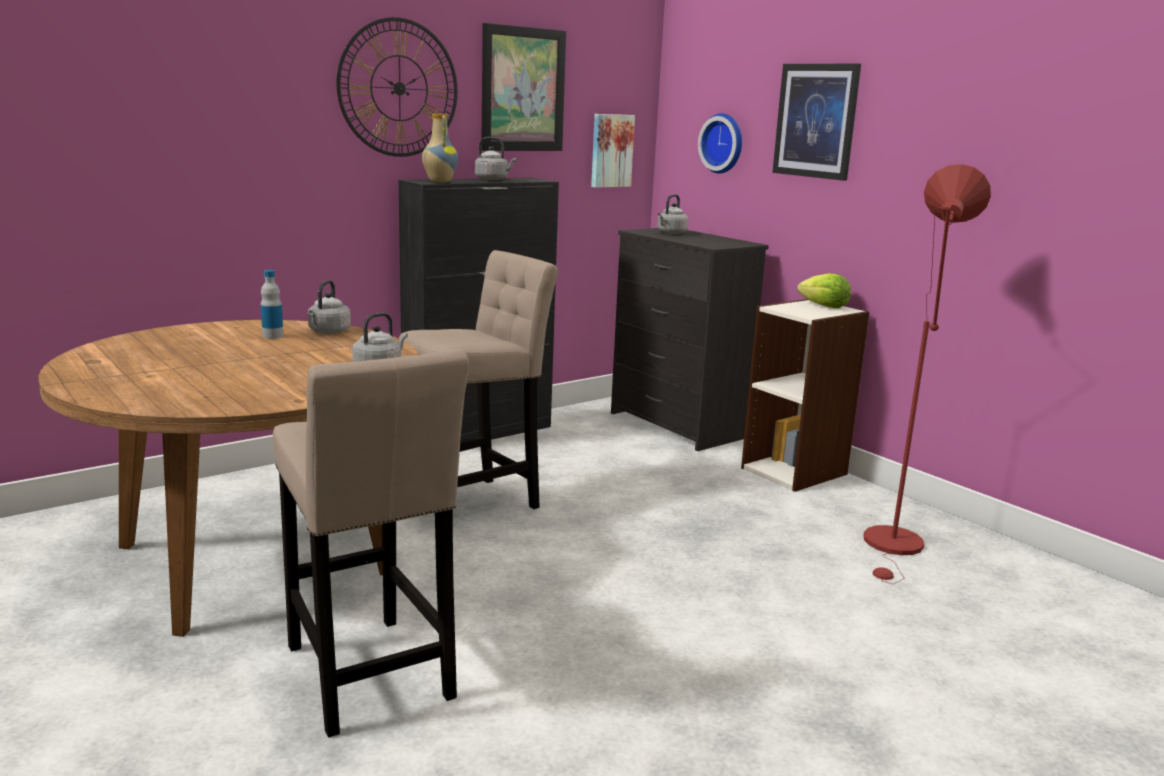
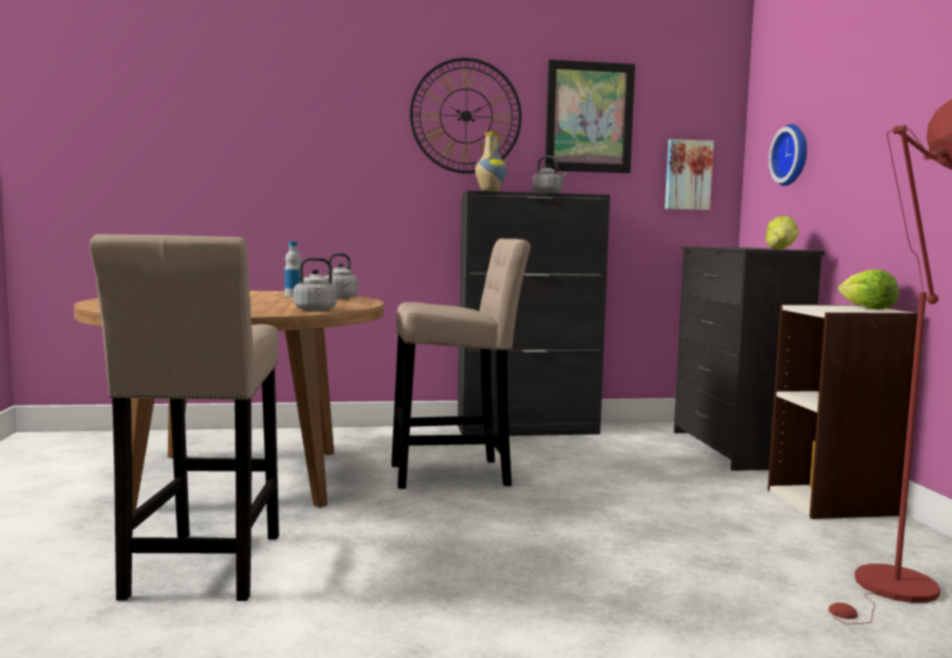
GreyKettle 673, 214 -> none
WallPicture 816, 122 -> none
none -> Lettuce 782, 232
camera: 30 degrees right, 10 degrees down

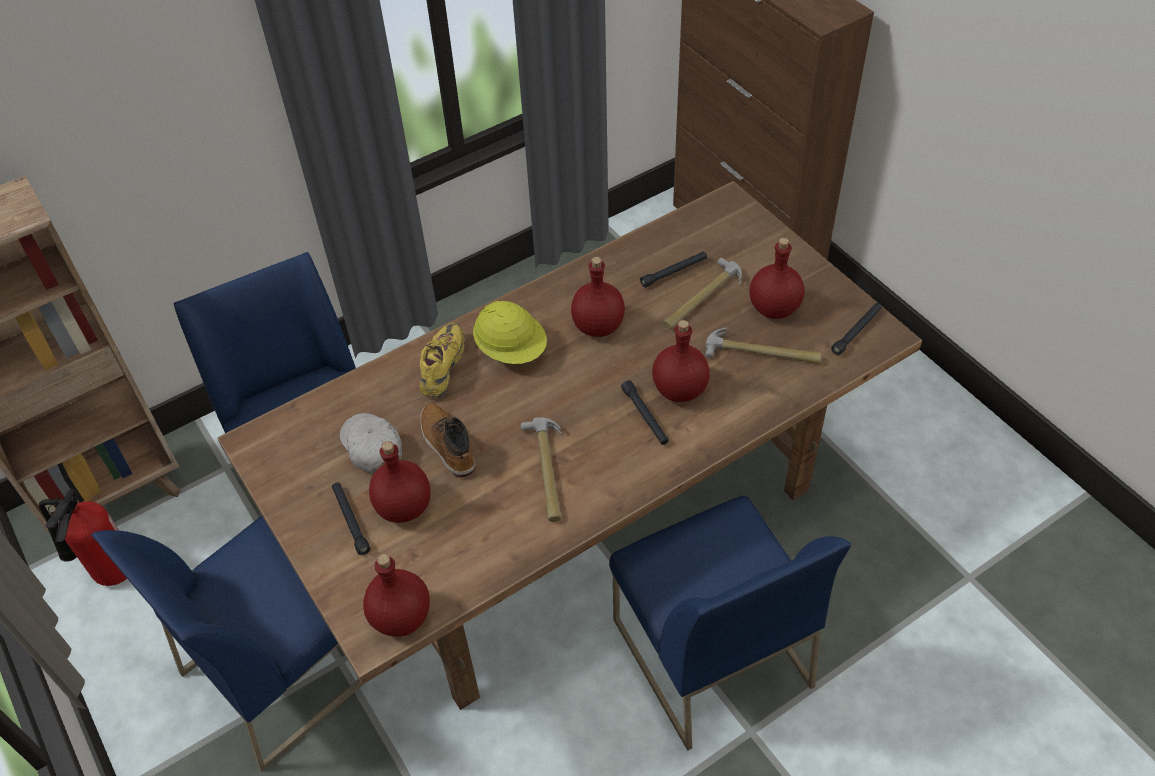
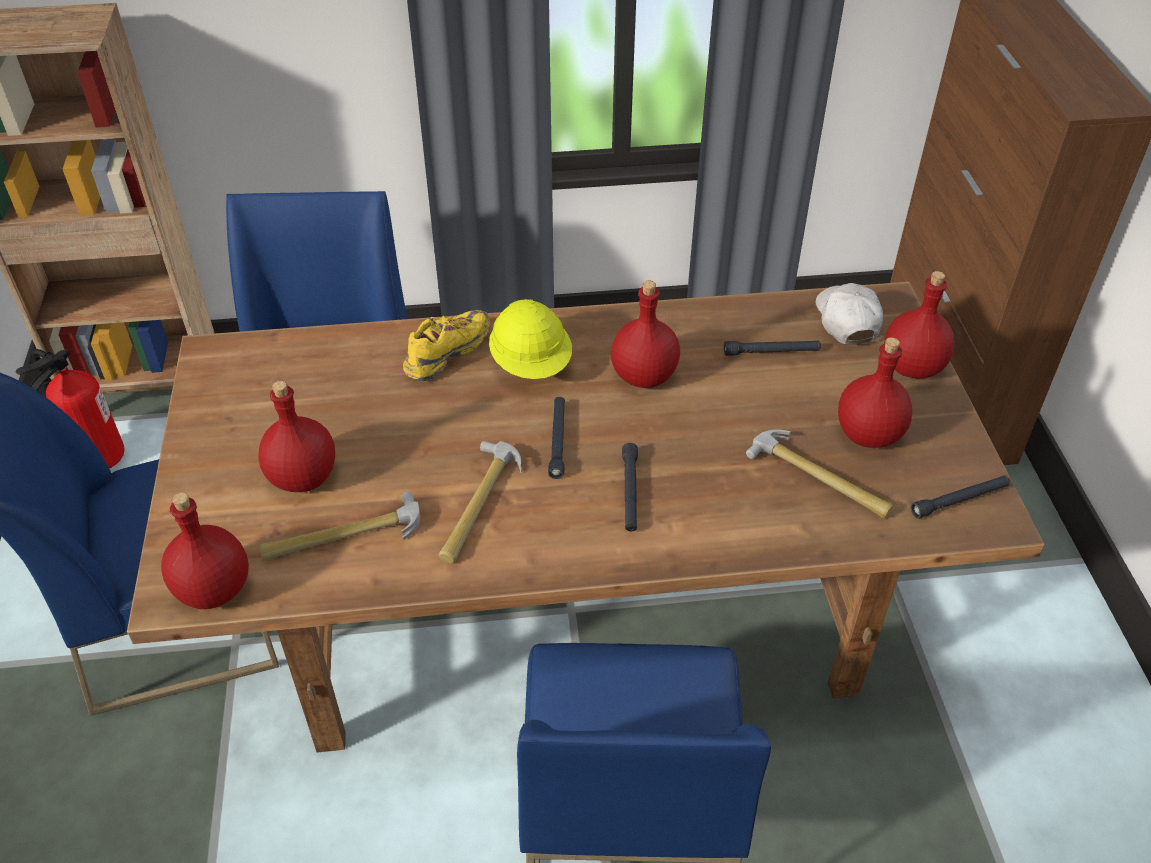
Boot 447, 441 -> none
BlackishHandTorch 351, 518 -> BlackishHandTorch 556, 438, move
WhitishBaseballCap 371, 443 -> WhitishBaseballCap 849, 314, move
ReddishBottle 681, 361 -> ReddishBottle 919, 324, move
HandHammer 702, 293 -> HandHammer 339, 526, move
camera: 25 degrees right, 5 degrees down

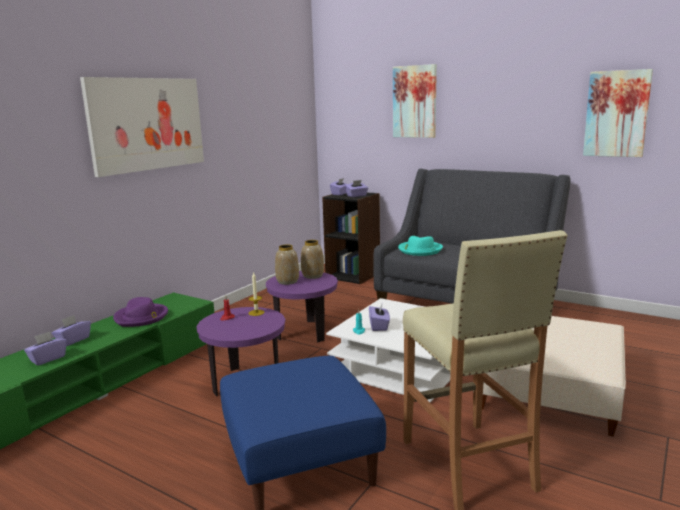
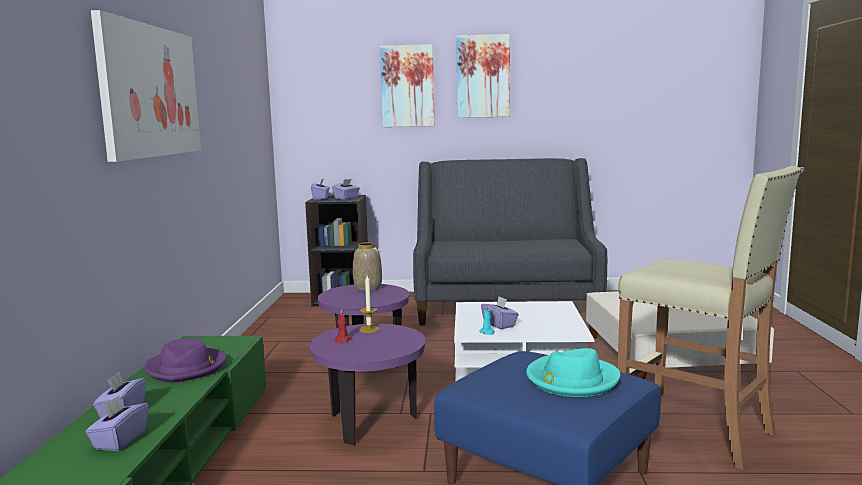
Vase 287, 265 -> none
TurquoiseColouredHat 420, 246 -> TurquoiseColouredHat 573, 372, move
WallPicture 618, 113 -> WallPicture 483, 76, move
camera: 30 degrees left, 5 degrees down

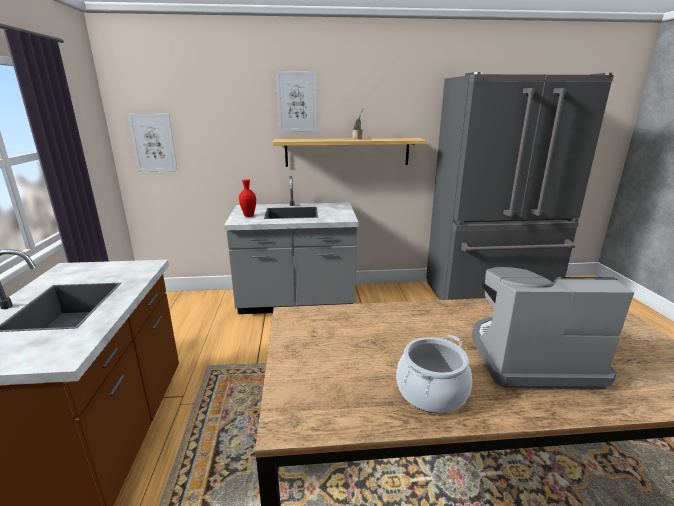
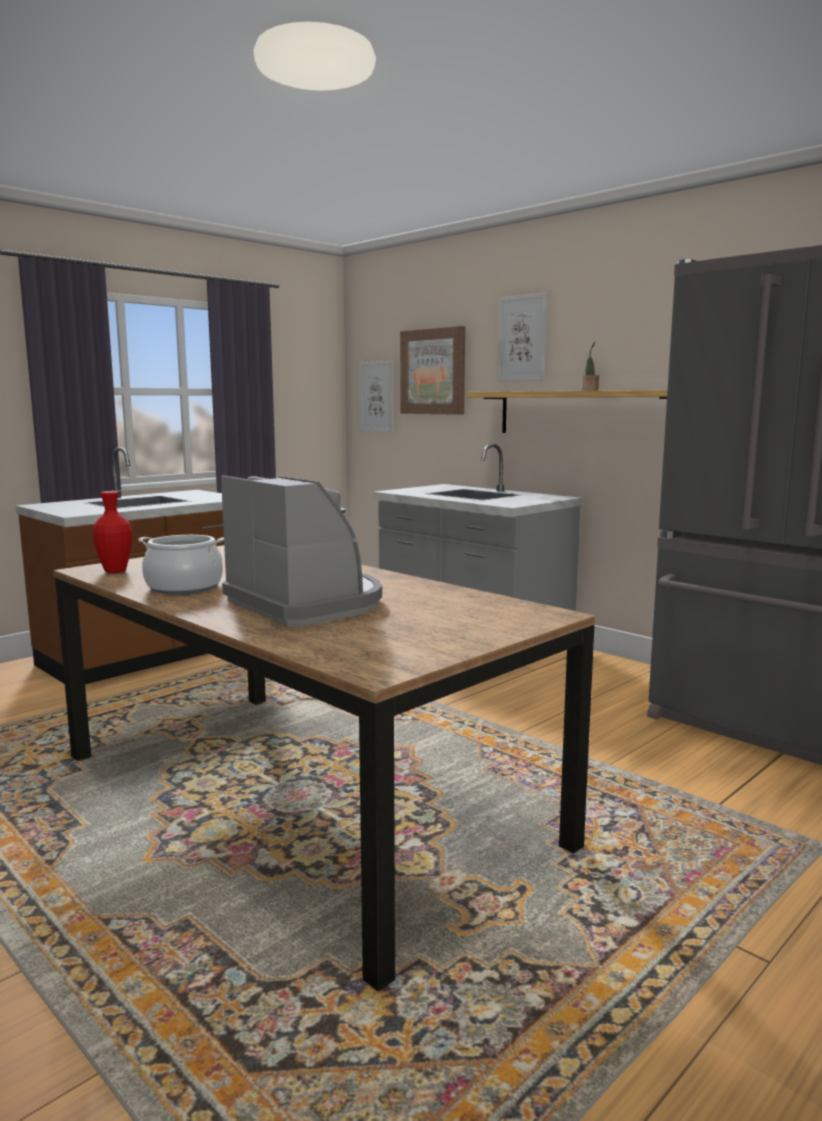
none -> WallPicture 432, 370
ReddishVase 247, 198 -> ReddishVase 112, 532, move
camera: 50 degrees right, 10 degrees down

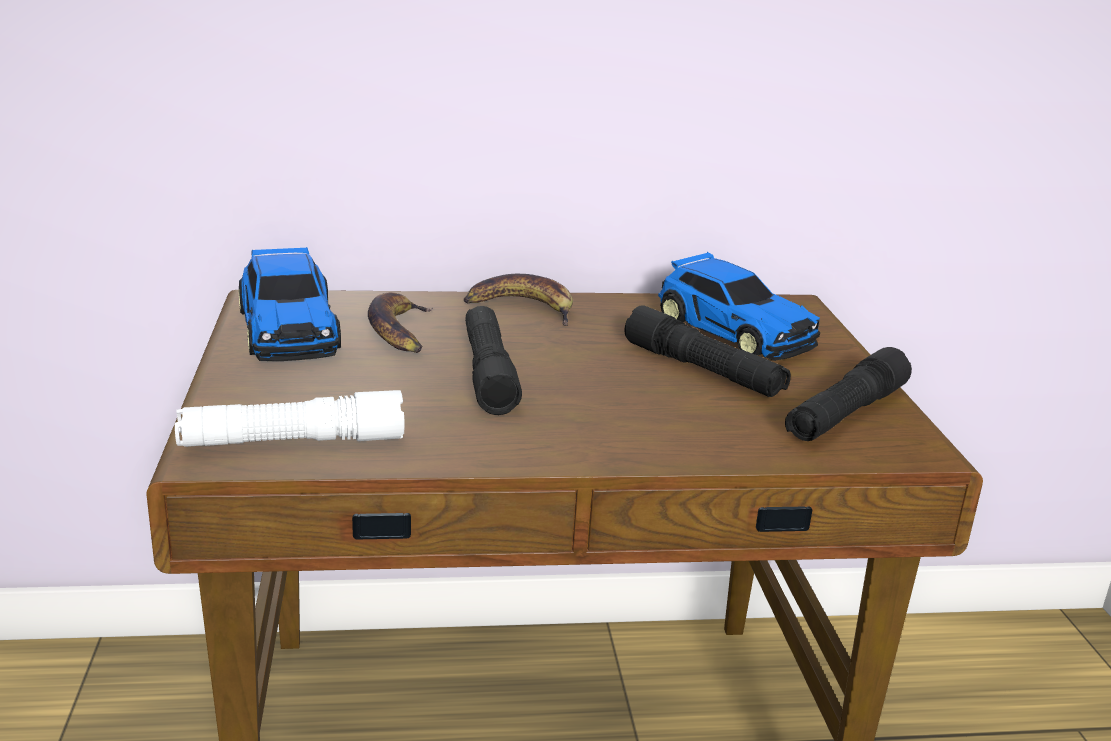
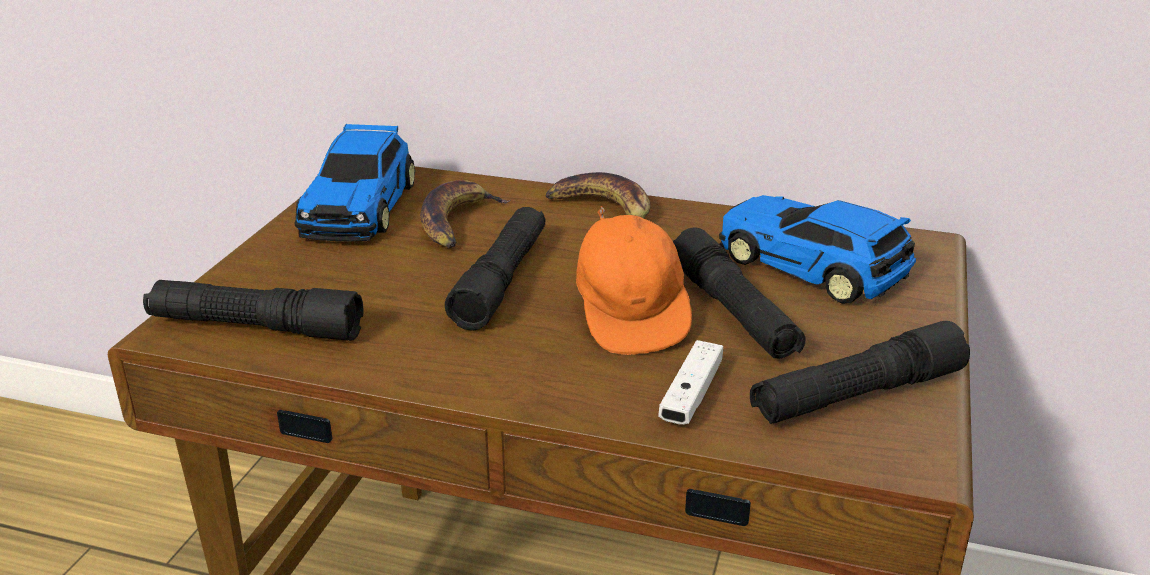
none -> OrangeyBaseballCap 634, 280
none -> WhitishGamepad 690, 382
WhitishHandTorch 290, 418 -> BlackishHandTorch 253, 310
ToyCar 739, 306 -> ToyCar 817, 249, 150 degrees clockwise
camera: 25 degrees right, 5 degrees up

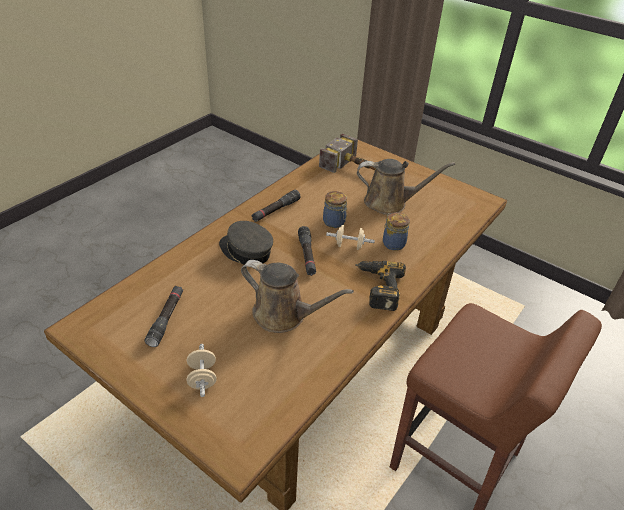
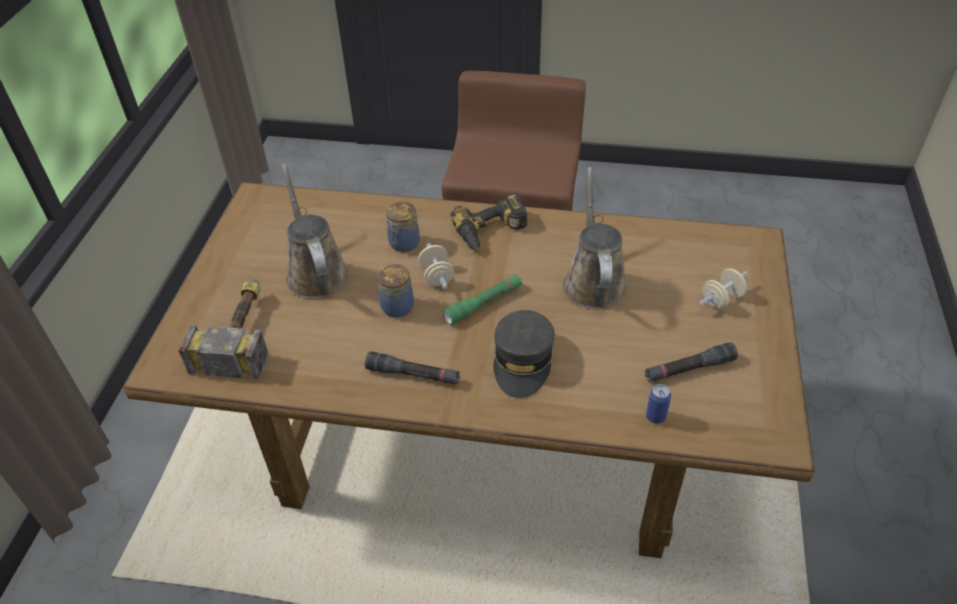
none -> Can 658, 404
BlackishHandTorch 307, 251 -> GreenishHandTorch 482, 299
camera: 115 degrees left, 5 degrees up

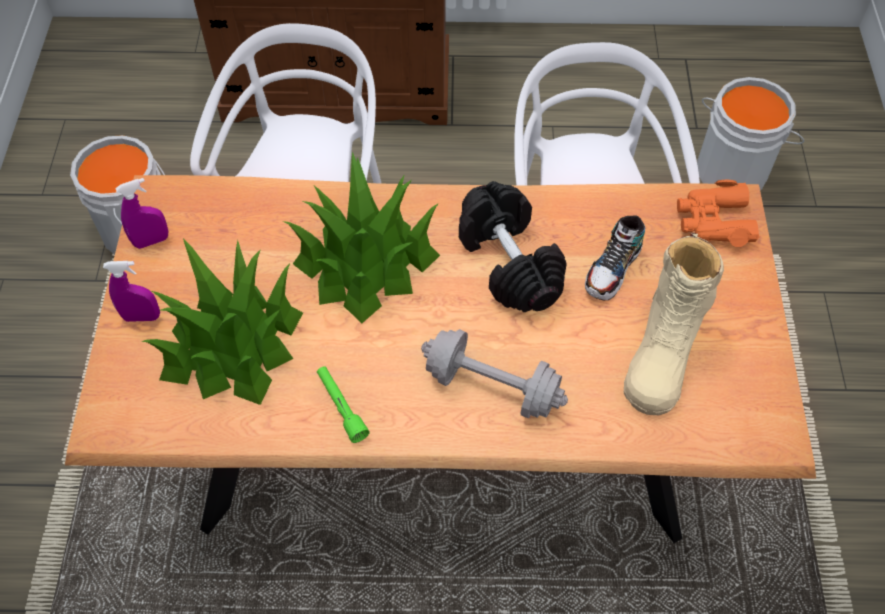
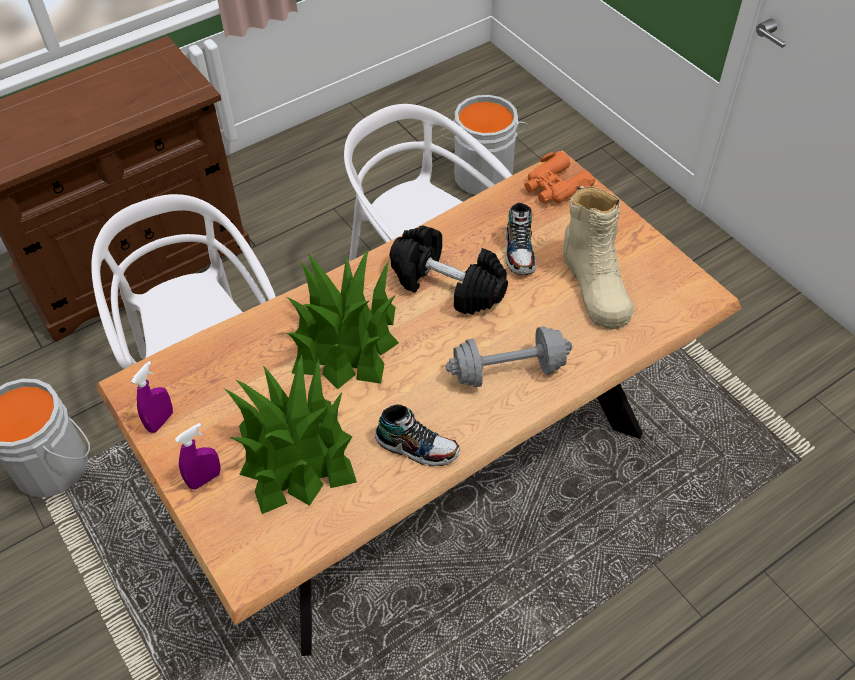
GreenishHandTorch 343, 404 -> Shoe 418, 435
camera: 35 degrees left, 5 degrees down

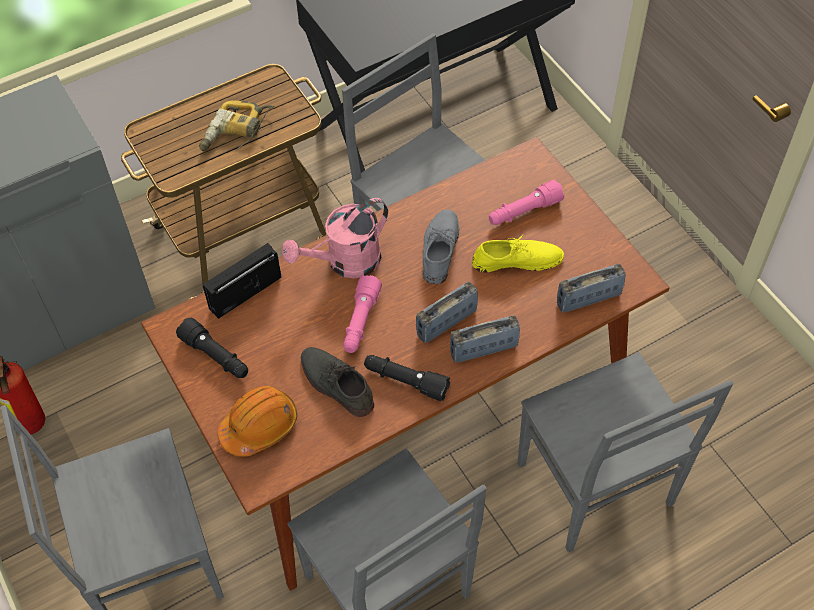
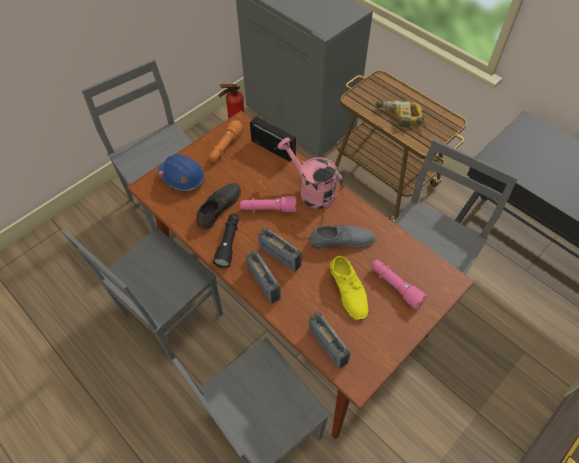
BlackishHandTorch 212, 348 -> OrangeyHandTorch 226, 141
OrangeyHardHat 257, 421 -> BlueColouredHardHat 181, 173
camera: 75 degrees right, 0 degrees up

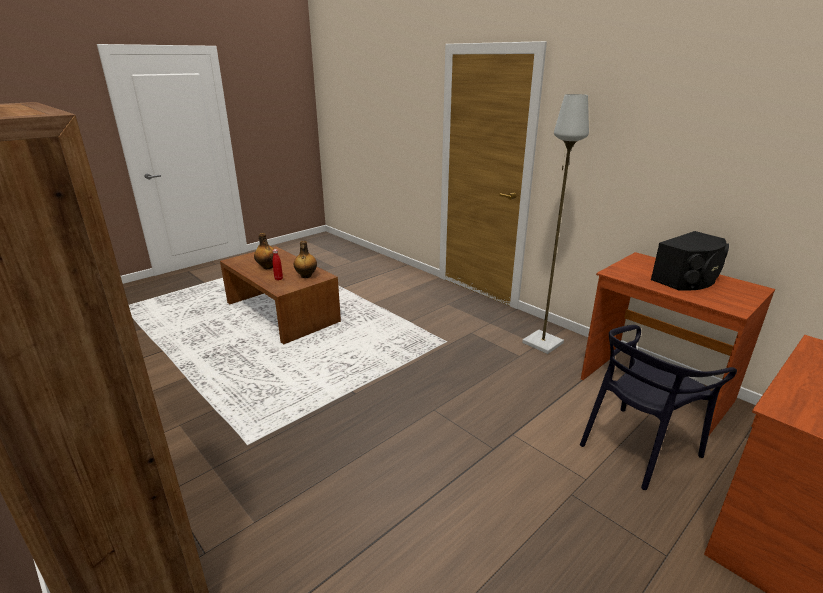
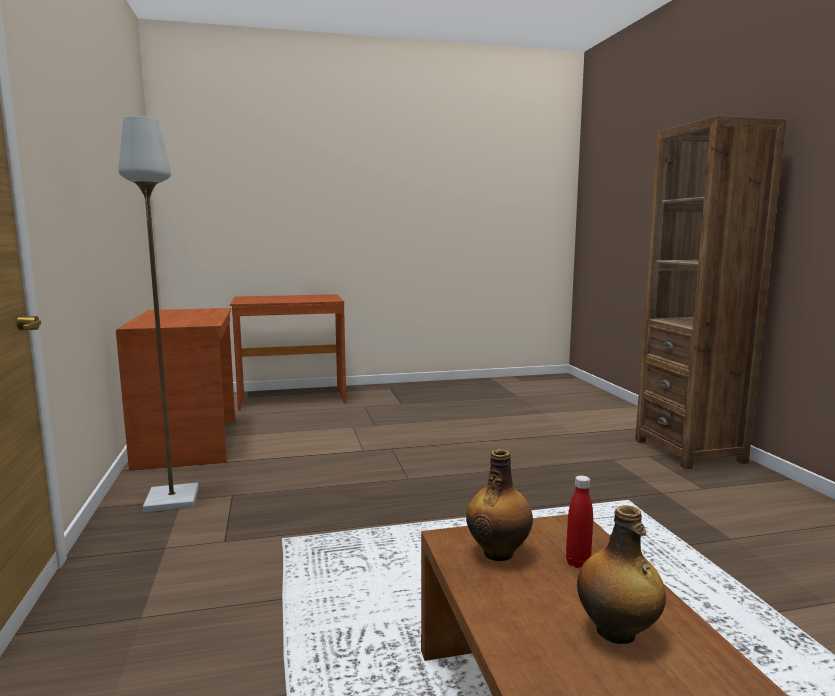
BlackishChair 658, 407 -> none
BlackishAudioSpeaker 690, 261 -> none
camera: 150 degrees left, 15 degrees down

